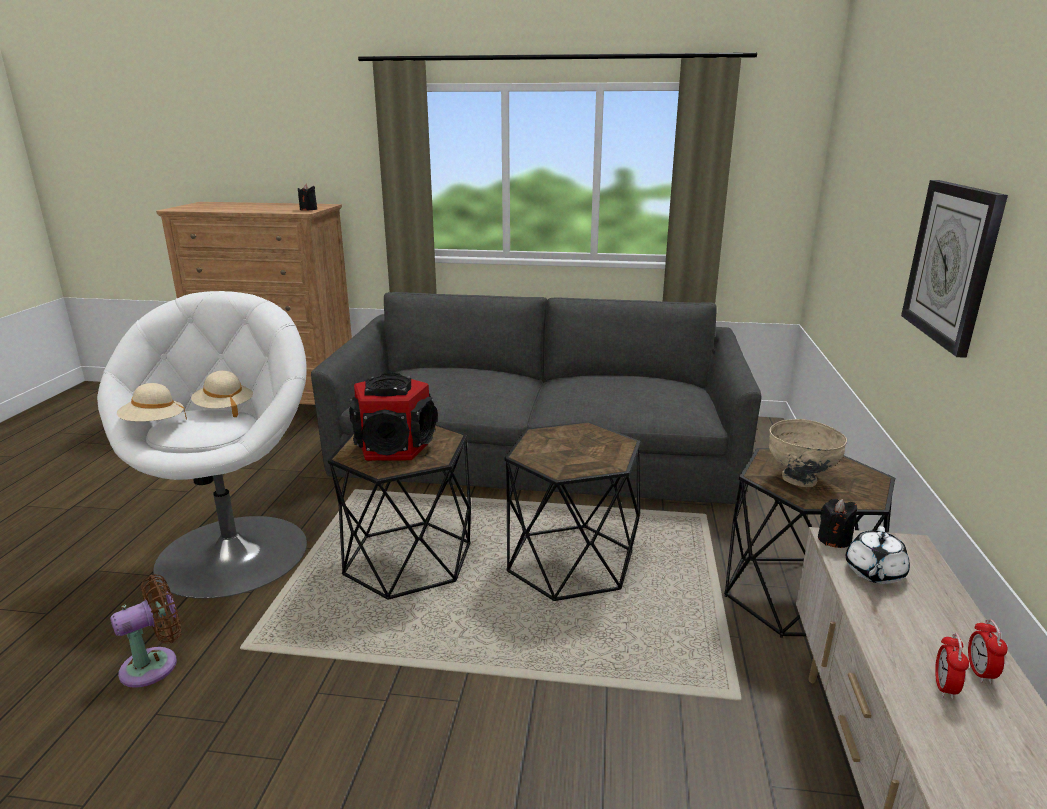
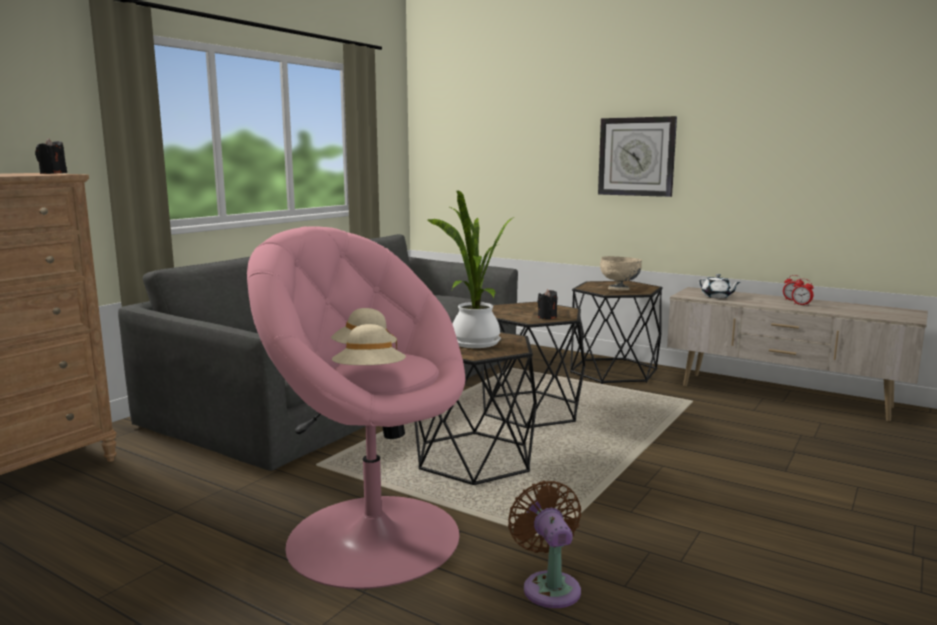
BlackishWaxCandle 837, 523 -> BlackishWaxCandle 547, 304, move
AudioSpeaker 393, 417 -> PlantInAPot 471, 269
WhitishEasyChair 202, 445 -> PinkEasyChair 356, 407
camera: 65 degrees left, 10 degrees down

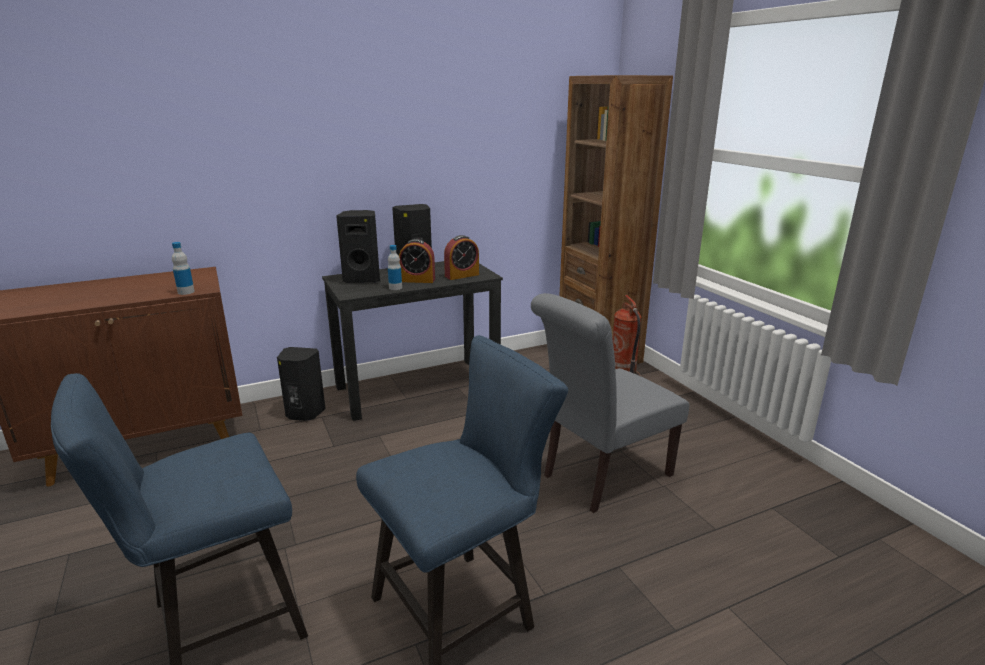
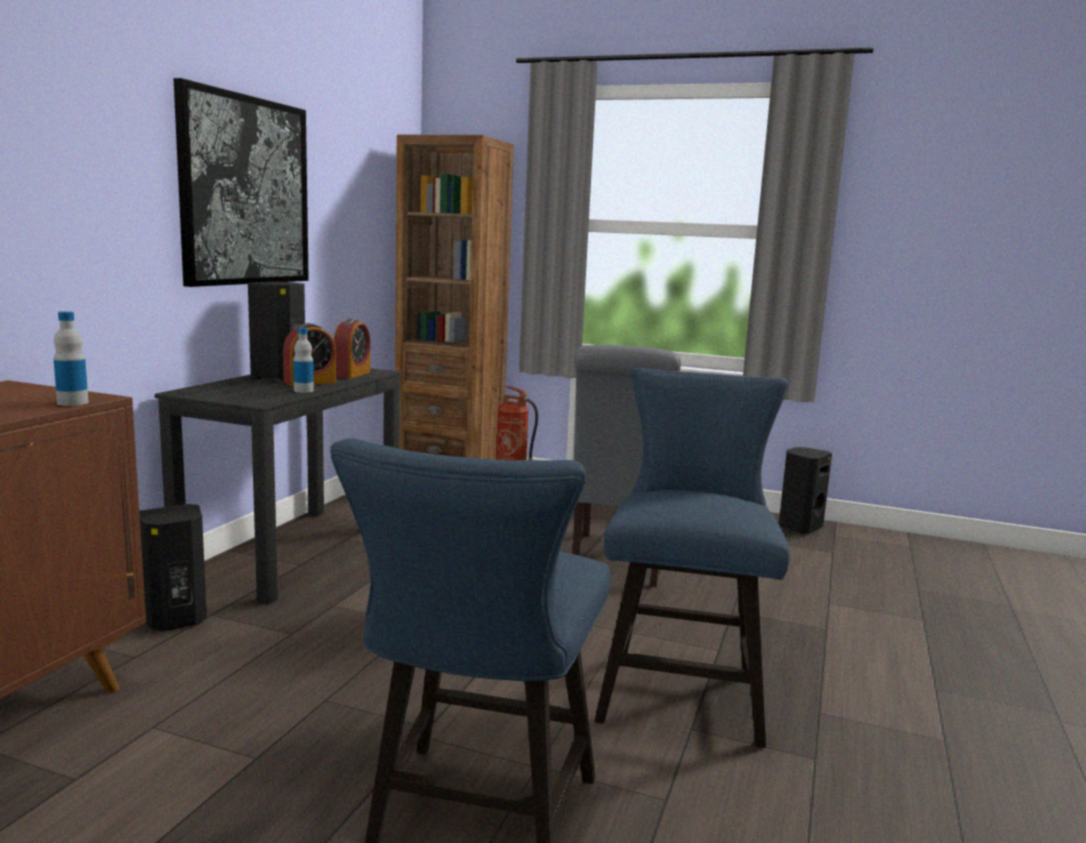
none -> WallPicture 241, 182
BlackishAudioSpeaker 358, 246 -> BlackishAudioSpeaker 805, 490, move
camera: 45 degrees left, 10 degrees down

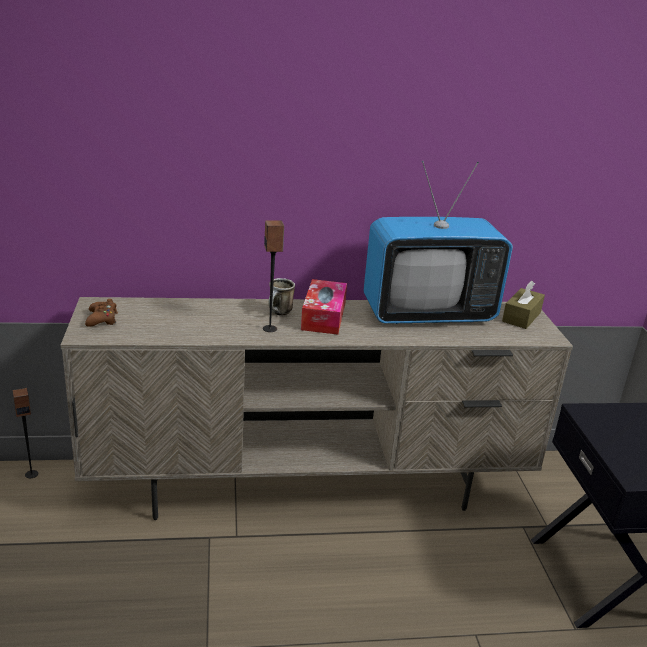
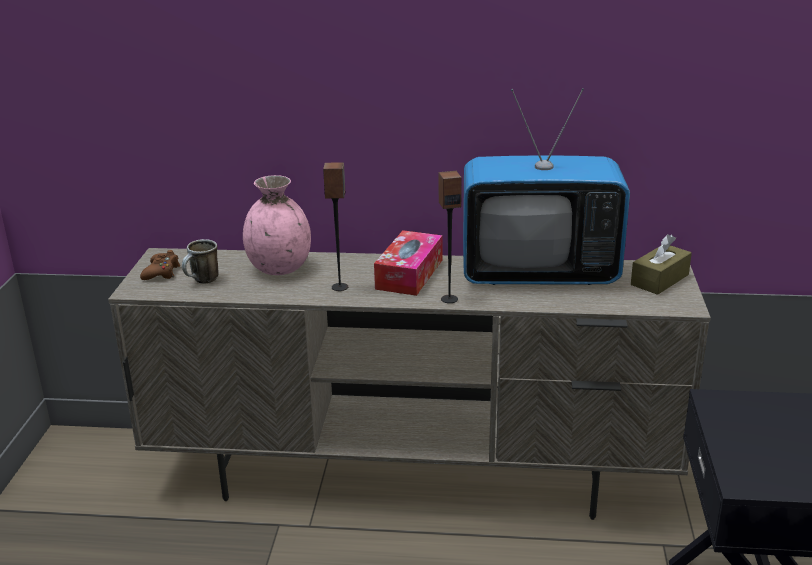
none -> PinkVase 277, 225
AudioSpeaker 25, 433 -> AudioSpeaker 450, 237, move
Mug 281, 297 -> Mug 200, 261, move
camera: 15 degrees right, 0 degrees up

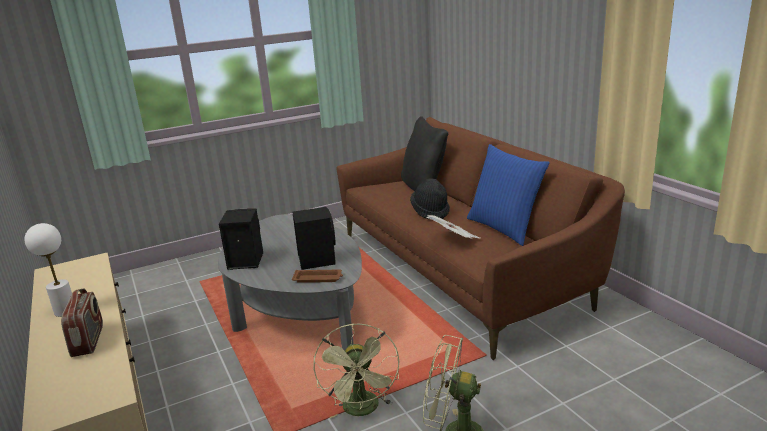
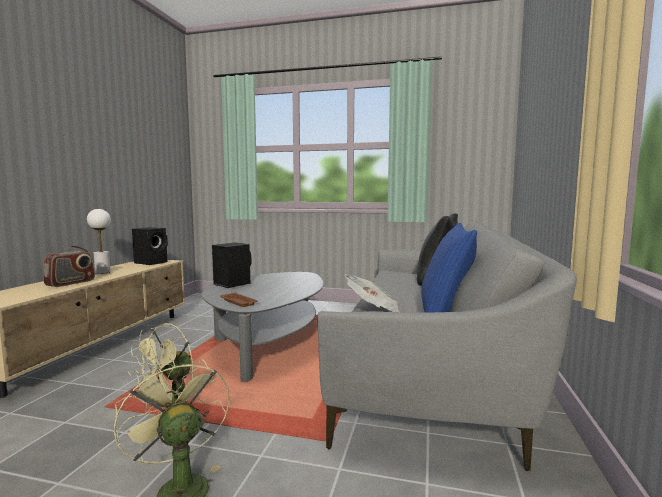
BlackishHat 430, 198 -> none
BlackishAudioSpeaker 314, 238 -> BlackishAudioSpeaker 150, 246, move
BrownColouredSettee 480, 238 -> GreySettee 447, 345
camera: 40 degrees right, 15 degrees down

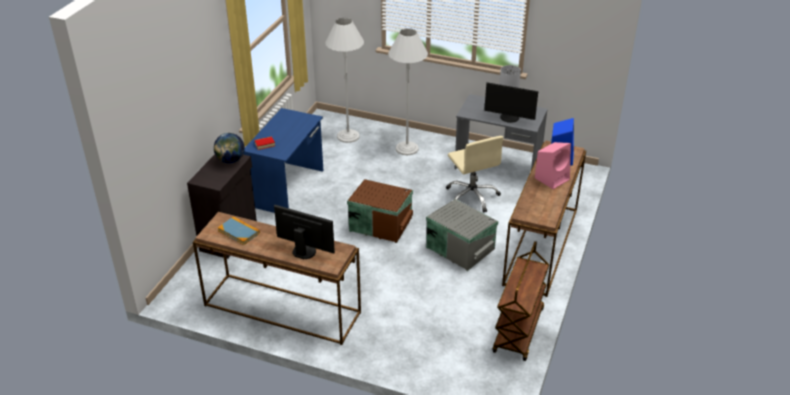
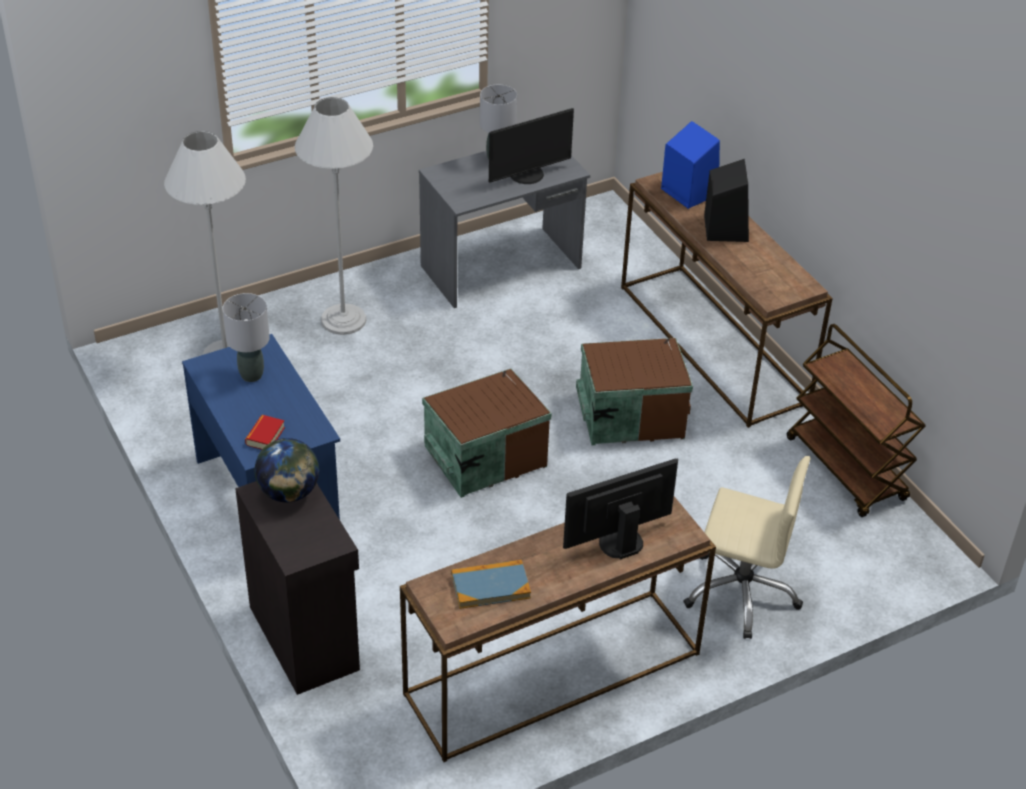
none -> GreyLampForATable 246, 337
BeigeColouredOfficeChair 474, 174 -> BeigeColouredOfficeChair 746, 547, move
GreyStorageContainer 462, 235 -> BrownColouredStorageContainer 634, 391
PinkAudioSpeaker 553, 165 -> BlackishAudioSpeaker 726, 200
camera: 50 degrees left, 5 degrees up

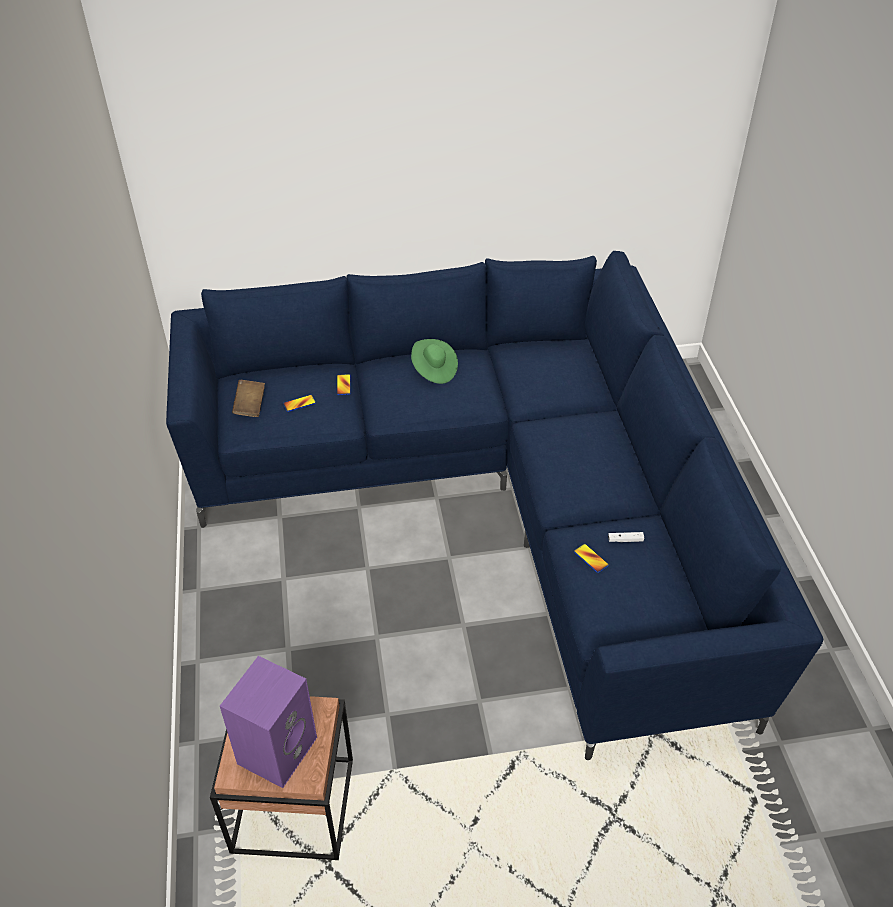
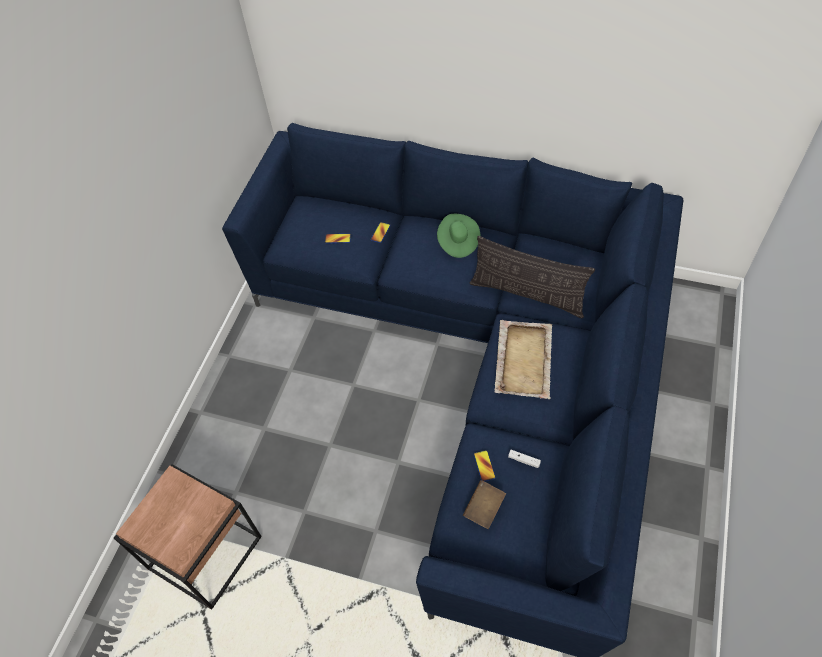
PurpleColouredAudioSpeaker 268, 722 -> none
none -> ThrowPillow 532, 277
none -> BeigeColouredCarryingTray 523, 359
BrownColouredBook 248, 398 -> BrownColouredBook 484, 504, move
camera: 30 degrees right, 10 degrees up

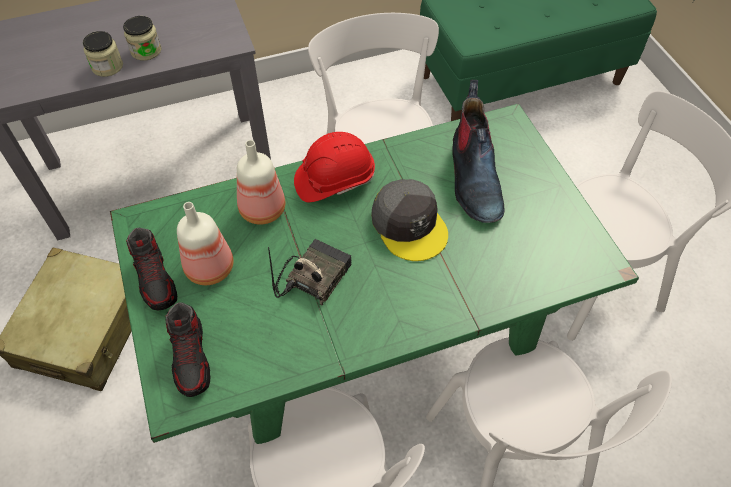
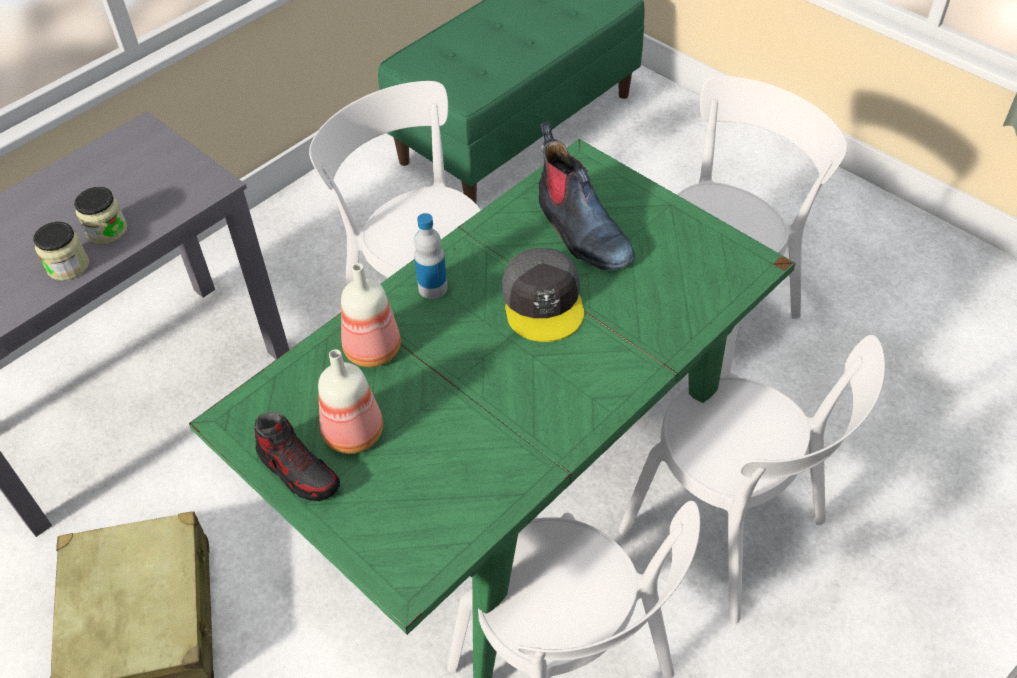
Shoe 187, 349 -> none
Radio 310, 272 -> none
ReddishHardHat 334, 167 -> Bottle 431, 256
GreyBaseballCap 409, 220 -> GreyBaseballCap 543, 295, 45 degrees clockwise
camera: 25 degrees left, 5 degrees down

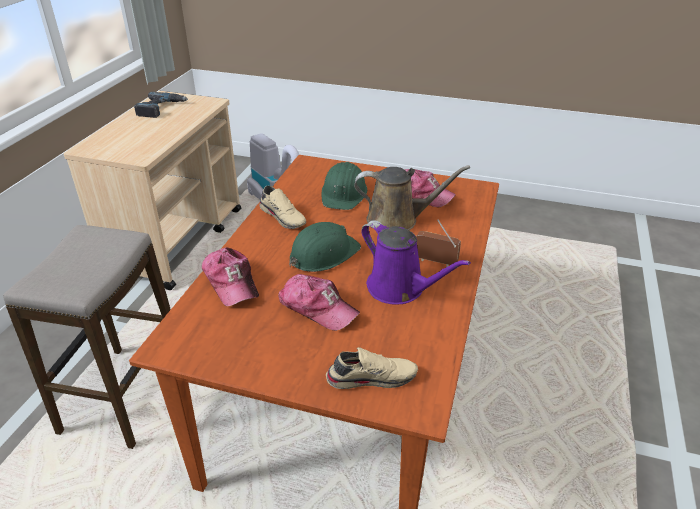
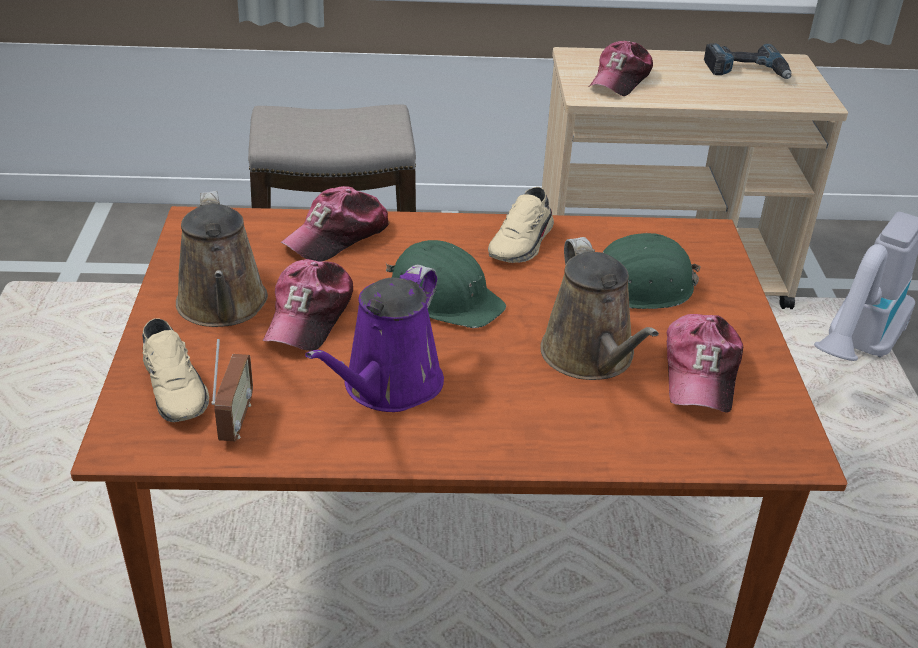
none -> BrownColouredWateringPot 222, 259
none -> BaseballCap 621, 68
Radio 438, 243 -> Radio 232, 390, move
camera: 70 degrees right, 0 degrees up

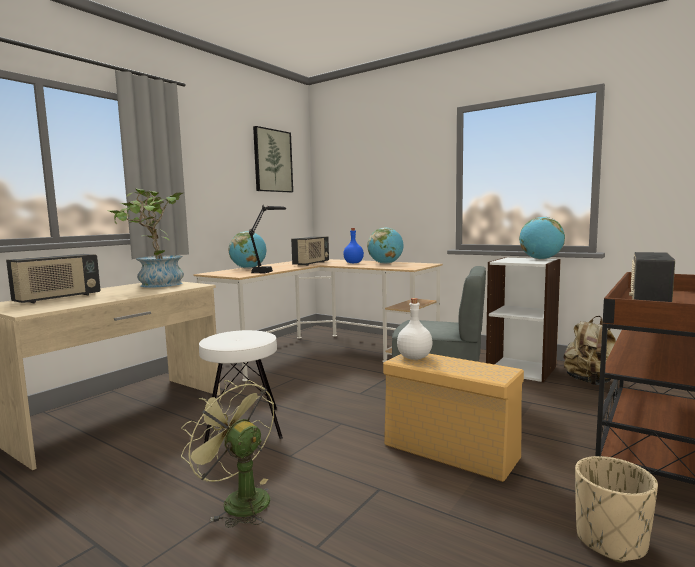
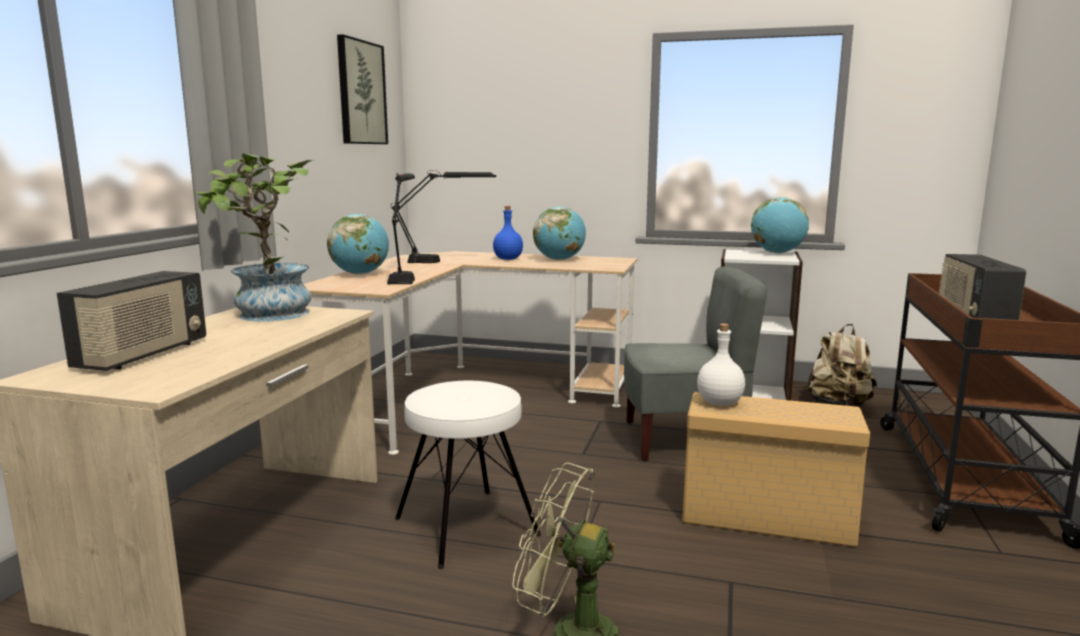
BeigeColouredPlantPot 616, 509 -> none
Radio 310, 251 -> BlackishLampForATable 443, 216
camera: 20 degrees left, 5 degrees up

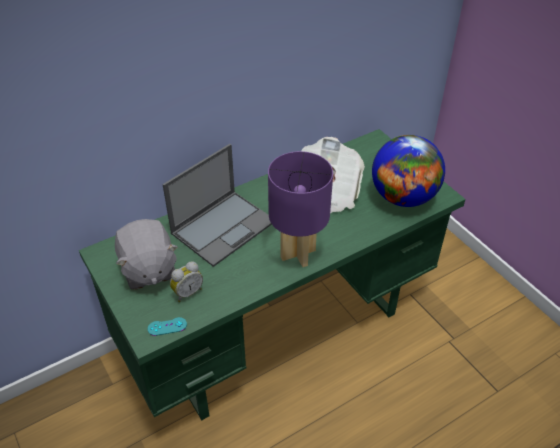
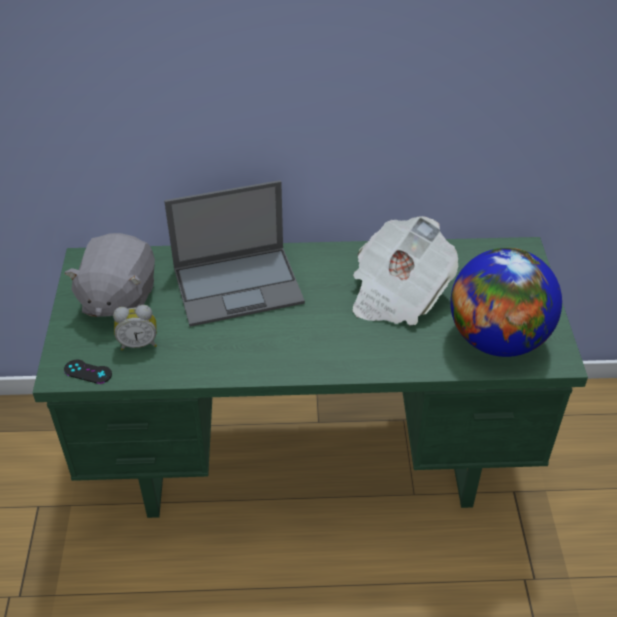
PurpleColouredLampForATable 300, 209 -> none
TurquoiseColouredGamepad 167, 326 -> BlackishGamepad 88, 371
camera: 30 degrees right, 0 degrees up

